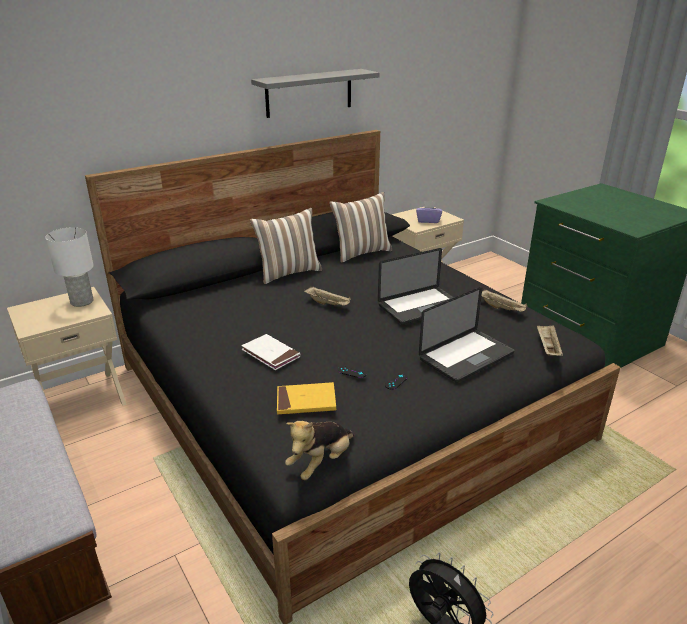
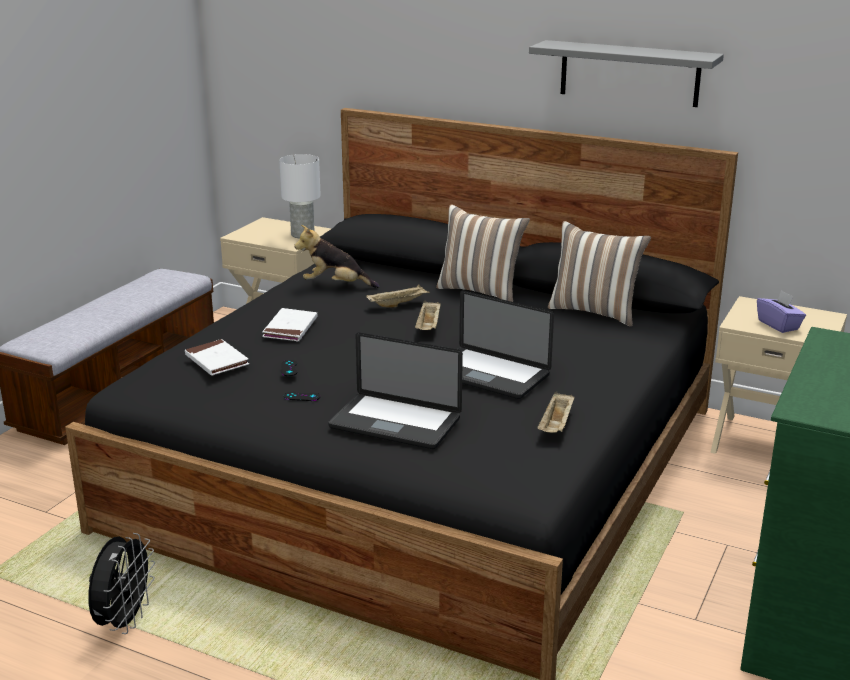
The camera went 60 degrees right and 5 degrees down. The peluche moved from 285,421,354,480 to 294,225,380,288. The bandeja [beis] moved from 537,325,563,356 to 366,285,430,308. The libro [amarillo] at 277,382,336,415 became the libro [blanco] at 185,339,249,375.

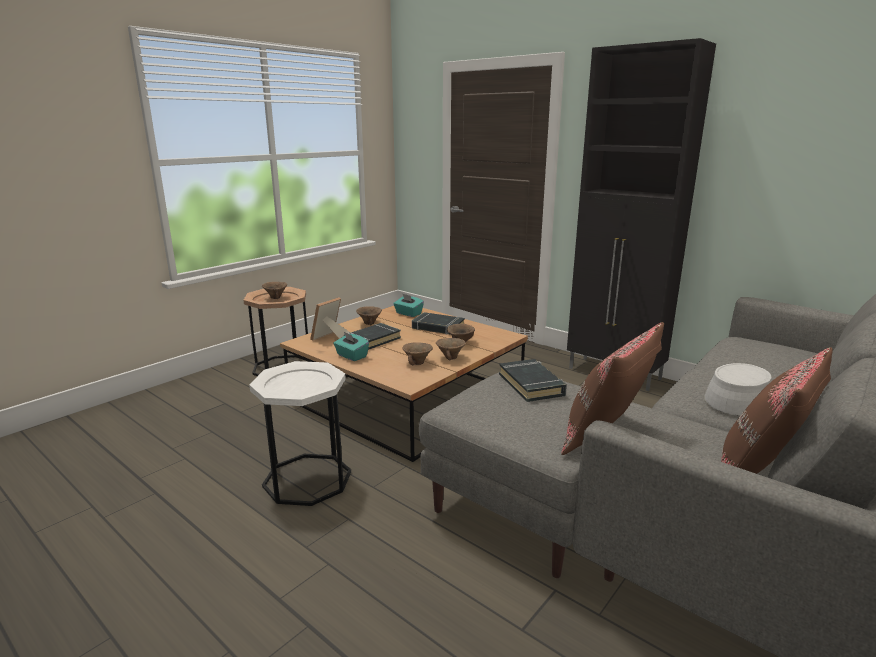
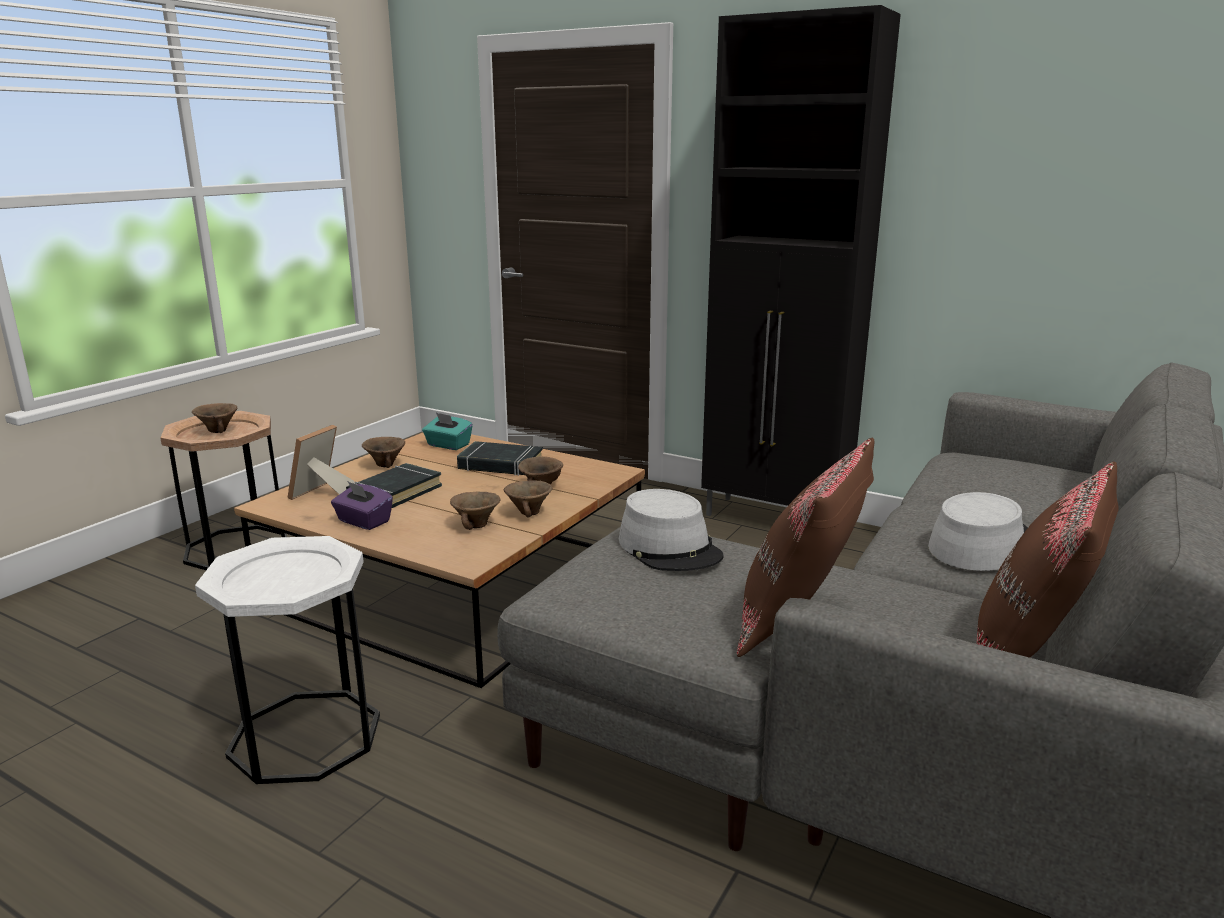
The camera went 10 degrees left and 0 degrees up. The libro [negro] at 499,359,567,402 was replaced by the sombrero [gris] at 619,489,724,571. The caja de pañuelos [turquesa] at 333,332,369,361 became the caja de pañuelos [morado] at 331,482,393,530.

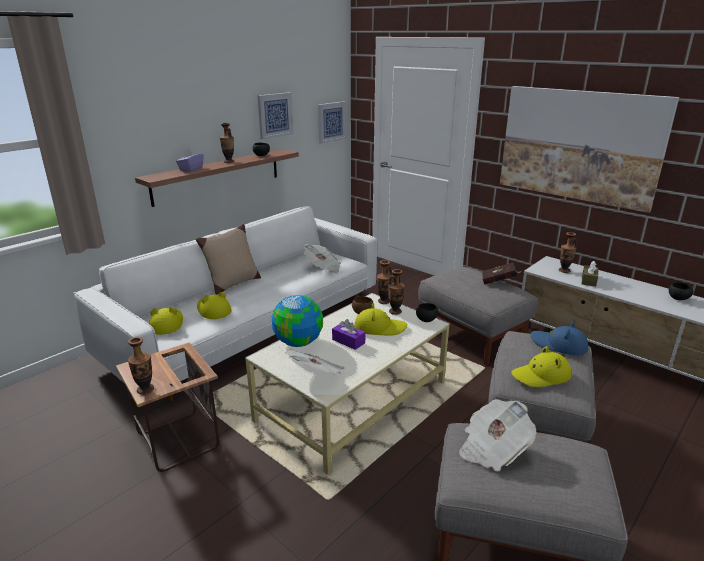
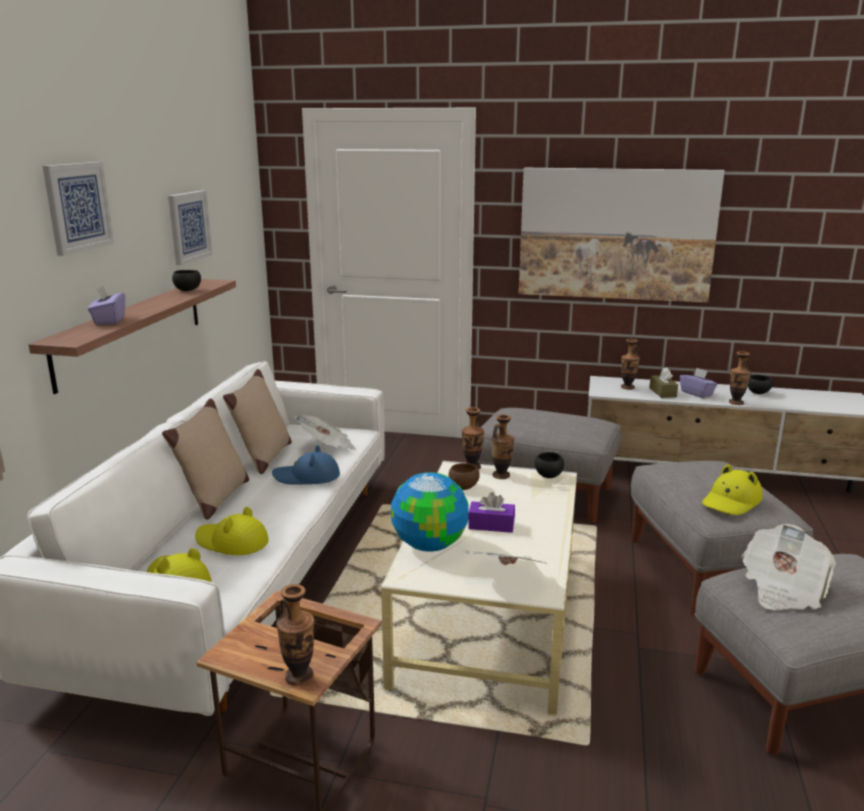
The camera went 30 degrees left and 5 degrees down. The sombrero [amarillo] at 354,303,407,336 disappeared. The libro [rojo] at 482,263,522,285 disappeared. The cojín [beis] at 223,369,292,474 appeared. The caja de pañuelos [morado] at 680,368,718,398 appeared. The florero moved from 220,123,234,163 to 729,351,751,405. The cuadro moved from 318,101,346,144 to 43,162,114,256. The sombrero [azul] moved from 531,322,588,355 to 272,445,340,484.

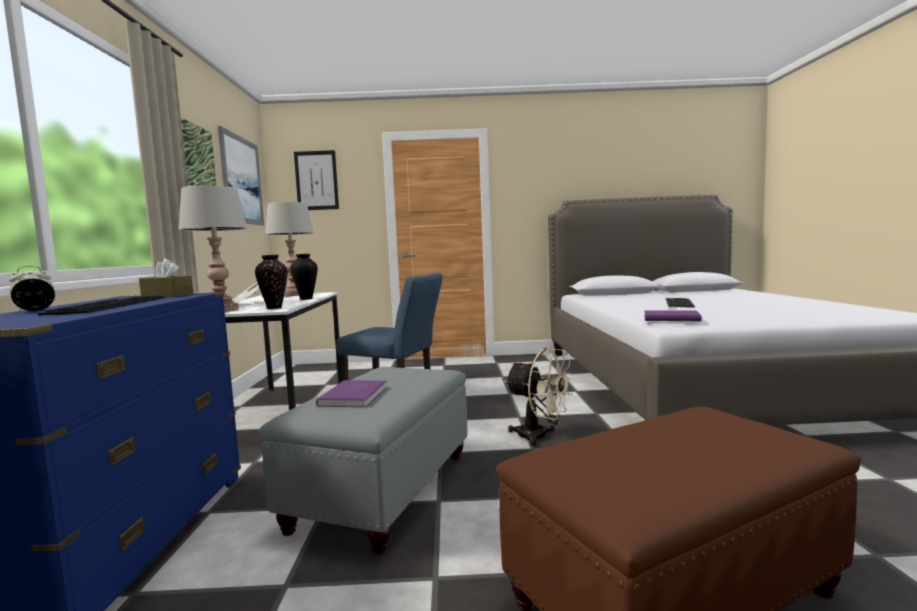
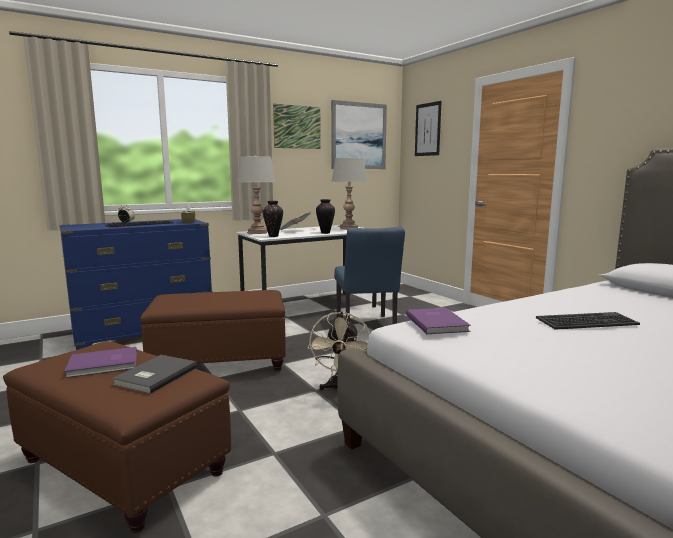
The camera went 60 degrees right and 5 degrees up. The libro [gris] at 112,355,197,394 appeared. The libro [morado] moved from 316,380,387,407 to 64,347,137,378. The puf [gris] at 258,367,467,554 became the puf [marrón] at 140,290,286,371.

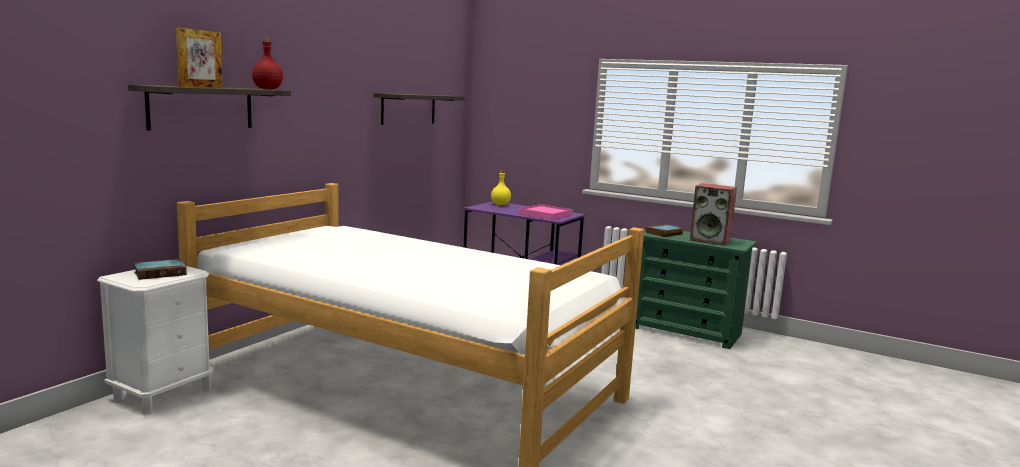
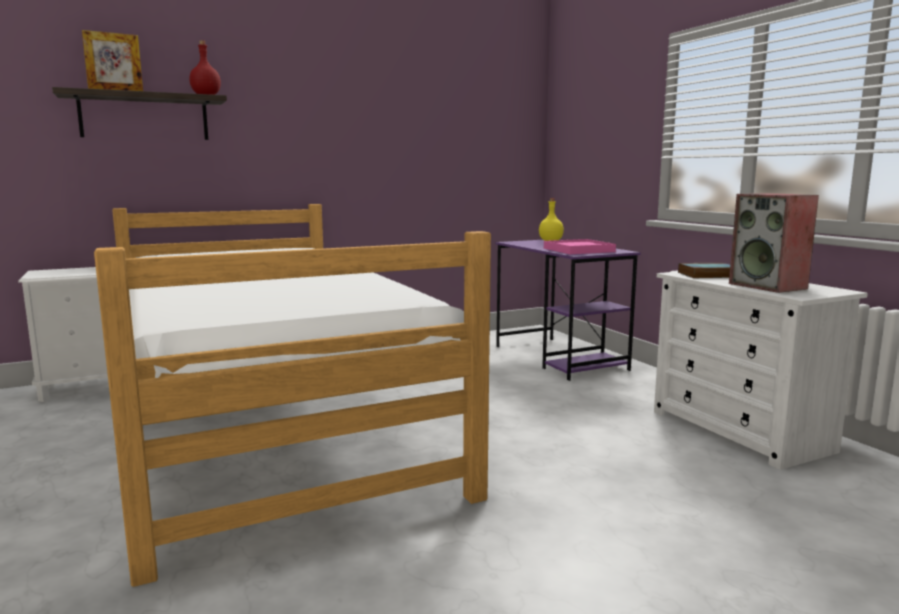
The camera went 35 degrees right and 0 degrees up. The libro at 134,259,187,280 disappeared. The estante at 374,93,465,125 disappeared. The cómoda [verde] at 635,230,757,349 became the cómoda [blanco] at 654,271,868,470.

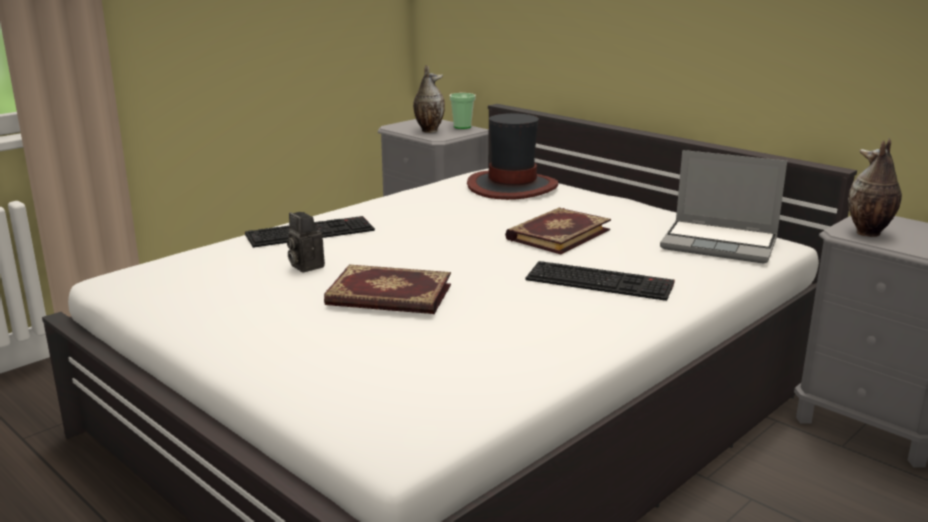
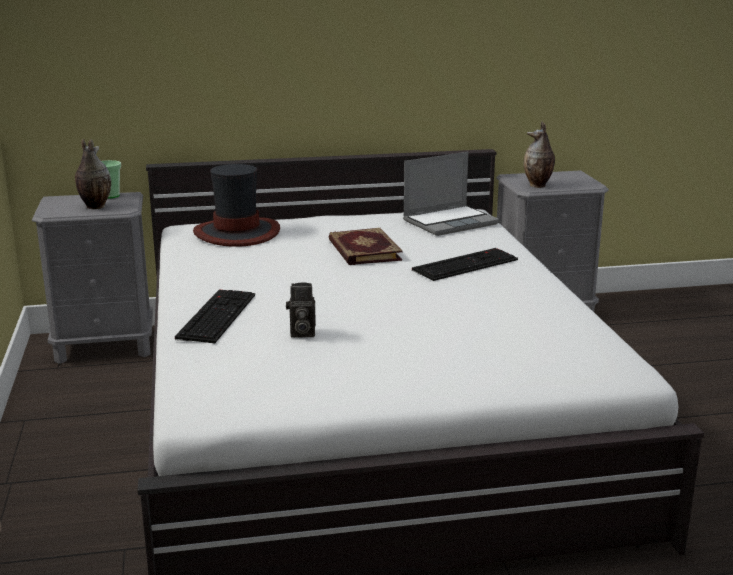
The camera went 55 degrees left and 0 degrees up. The libro at 324,264,451,314 disappeared.

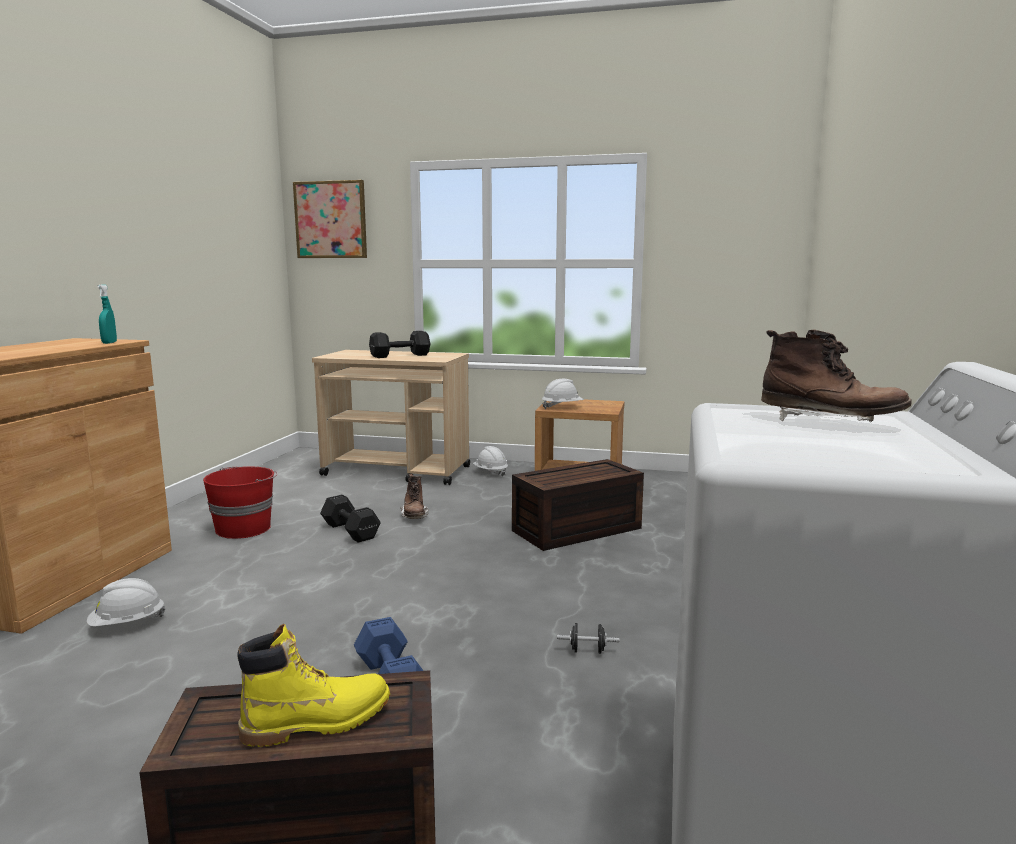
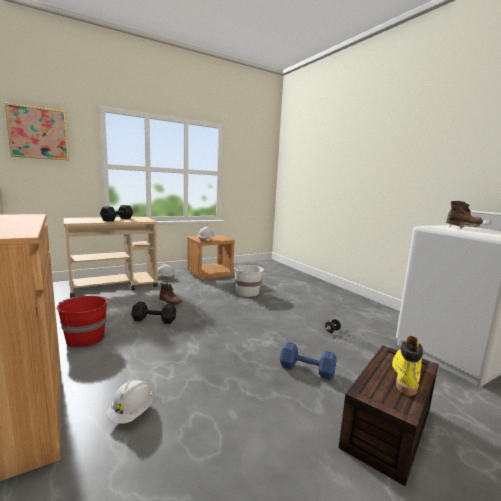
The camera went 45 degrees left and 0 degrees up. The pulverizador [turquesa] at 97,284,117,344 disappeared. The caja de almacenaje [marrón] at 512,459,644,551 was replaced by the cubo [blanco] at 232,264,264,297.

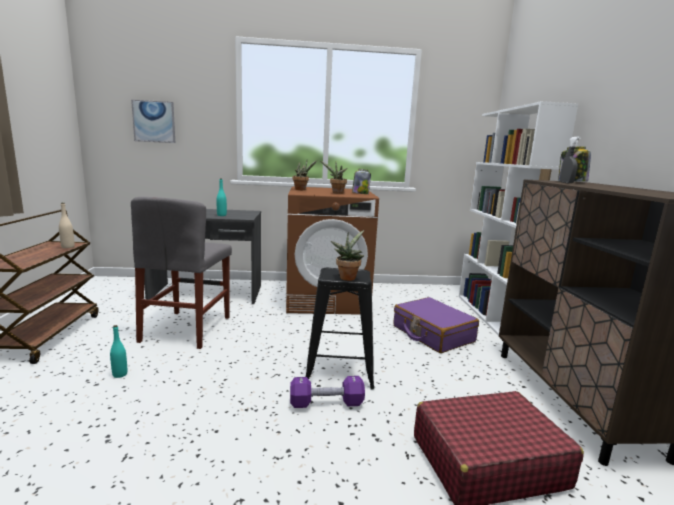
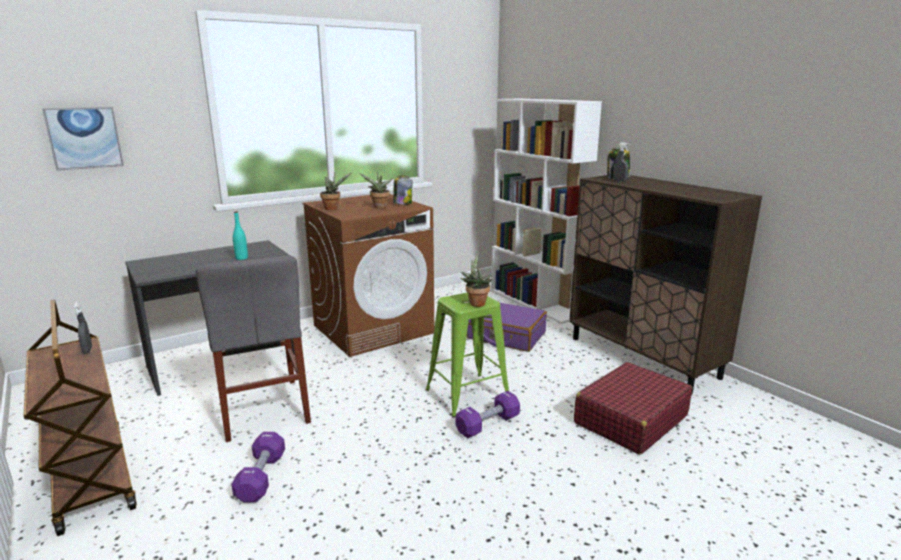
The camera went 30 degrees left and 5 degrees up. The botella [beis] at 59,203,75,248 was replaced by the pulverizador [gris] at 74,301,92,354. The botella [turquesa] at 110,325,127,378 was replaced by the mancuerna [morado] at 231,432,285,502. The taburete [negro] at 306,268,374,390 became the taburete [verde] at 426,292,509,417.

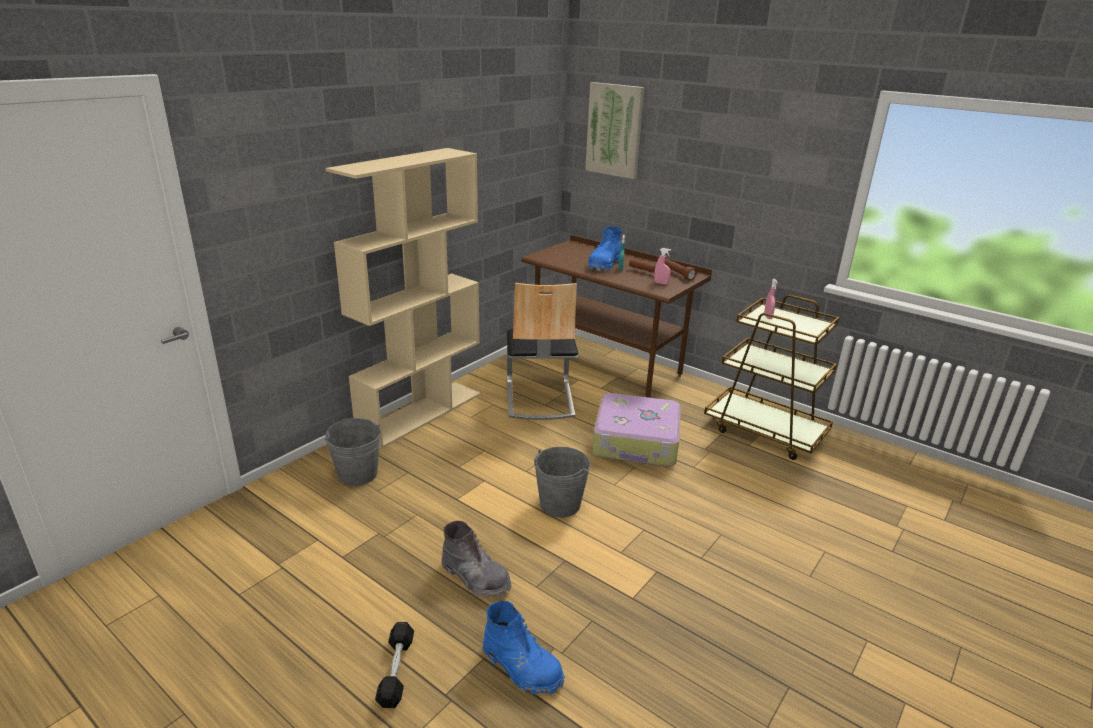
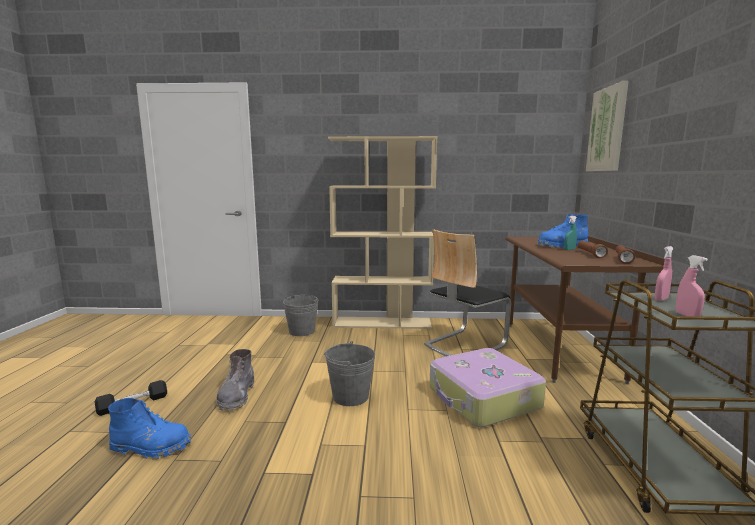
The camera went 55 degrees right and 15 degrees down. The pulverizador [rosa] moved from 654,248,671,285 to 676,255,708,316. The bota [azul] at 483,601,565,695 turned 90 degrees counterclockwise.

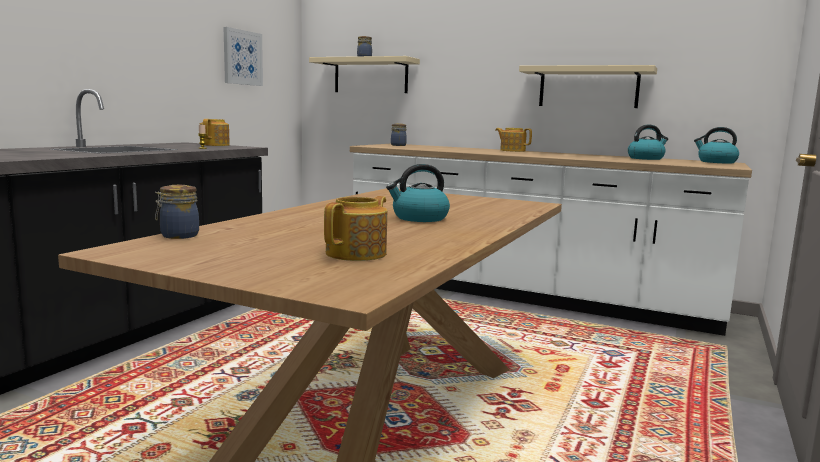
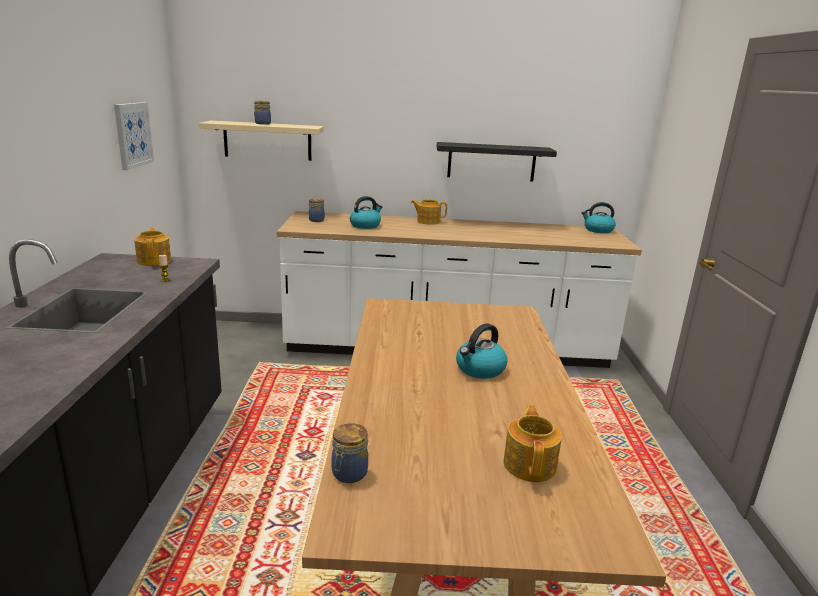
The camera went 25 degrees left and 10 degrees up. The hervidor moved from 628,125,668,160 to 350,196,382,229. The estante [beis] at 519,65,657,108 became the estante [negro] at 437,142,557,181.

